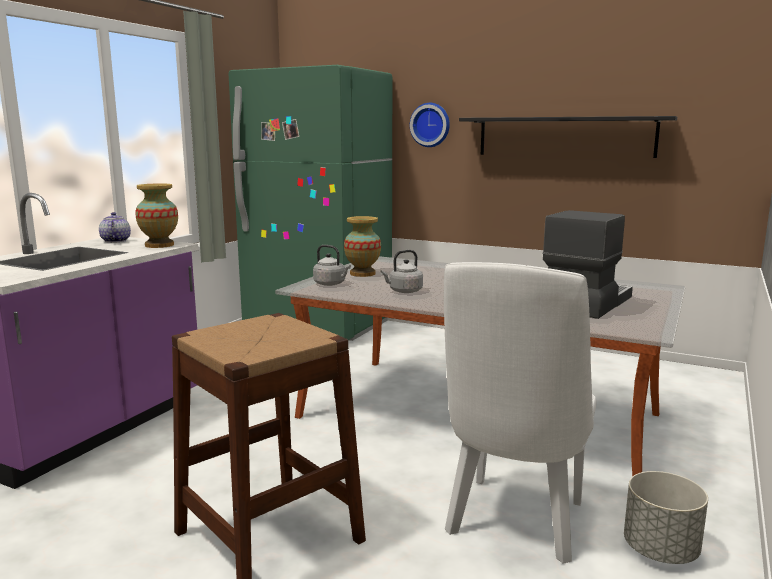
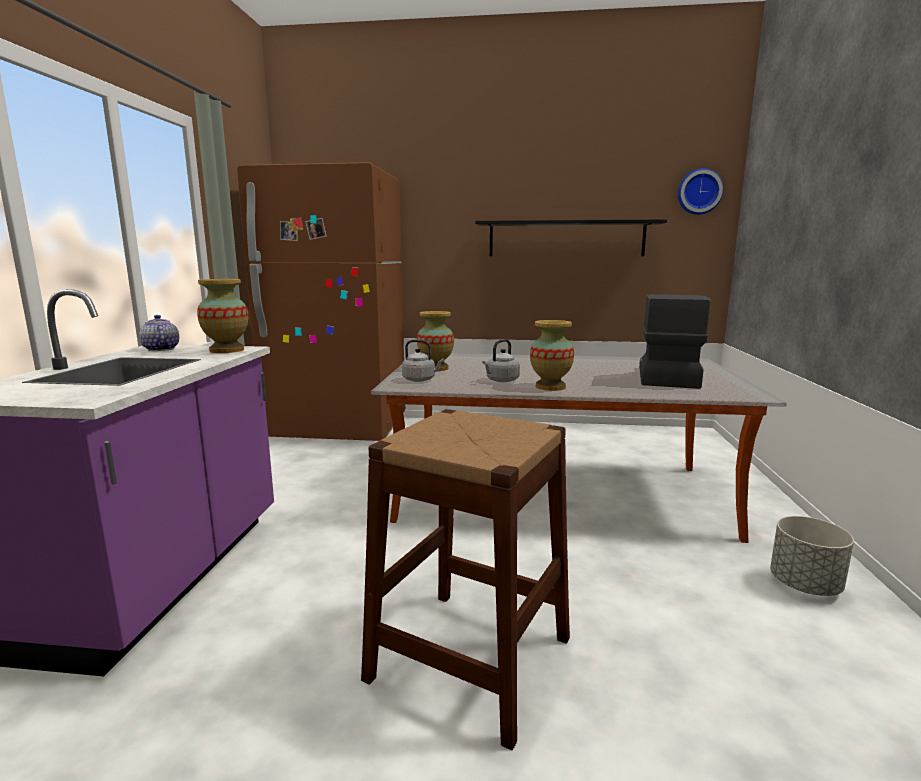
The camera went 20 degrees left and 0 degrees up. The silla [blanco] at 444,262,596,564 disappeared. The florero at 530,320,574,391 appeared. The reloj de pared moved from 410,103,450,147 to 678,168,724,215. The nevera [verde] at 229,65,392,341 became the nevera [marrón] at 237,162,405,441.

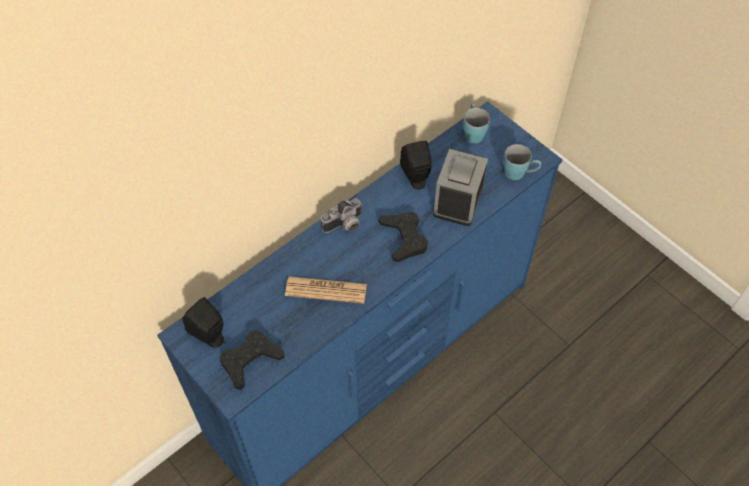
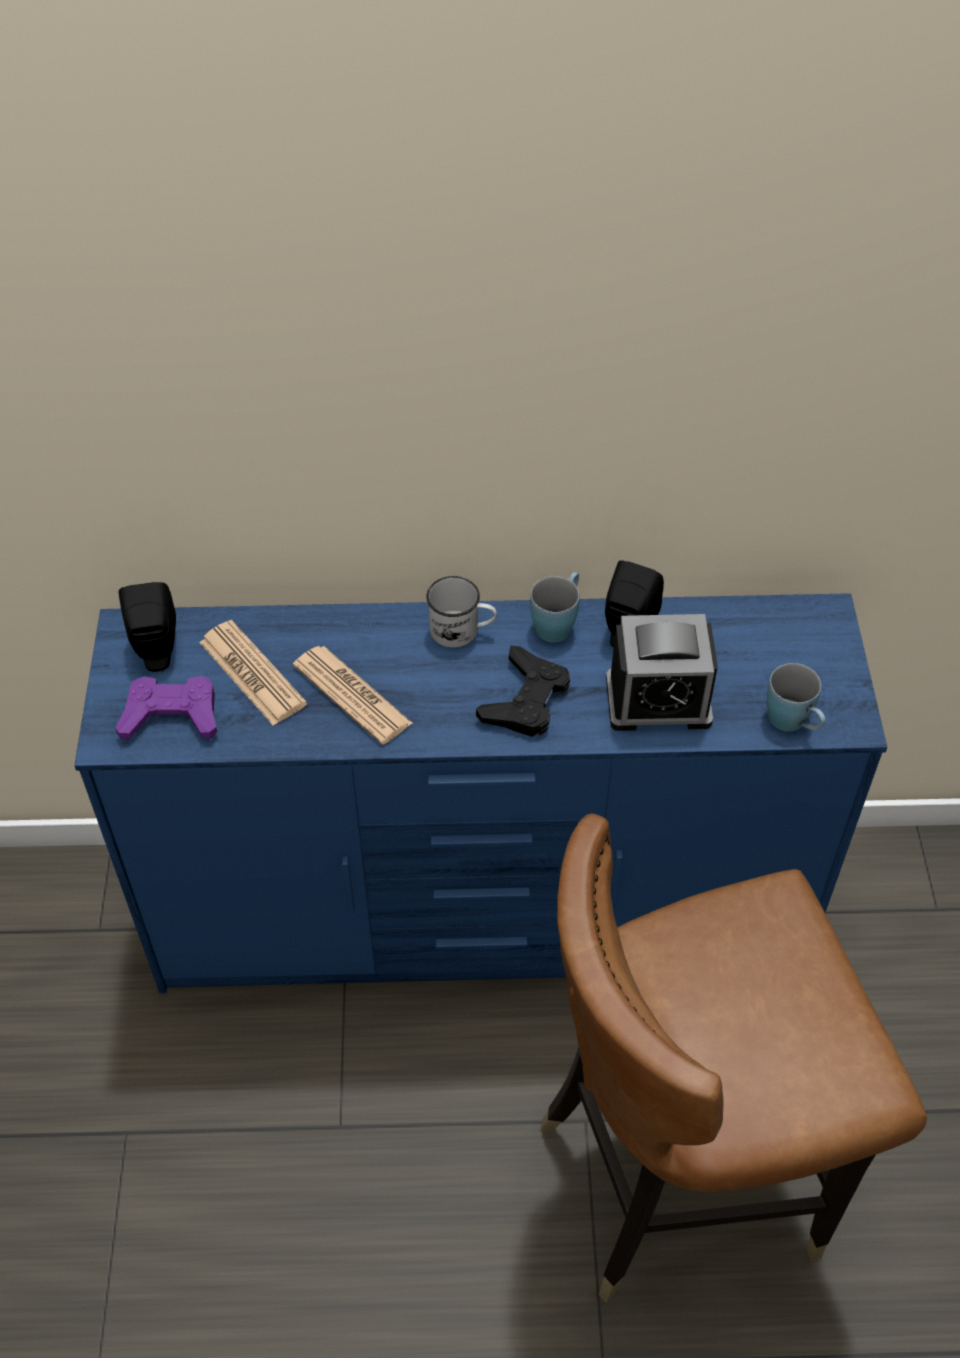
The camera went 40 degrees right and 5 degrees down. The periódico at 199,620,307,726 appeared. The silla [marrón] at 541,814,927,1303 appeared. The taza grande [azul] moved from 463,103,490,143 to 530,572,579,642. The cámara at 321,198,363,233 was replaced by the taza grande [blanco] at 426,576,497,648. The mando de consola [negro] at 219,330,284,390 became the mando de consola [morado] at 115,676,217,740. The despertador at 433,149,488,226 turned 150 degrees counterclockwise.

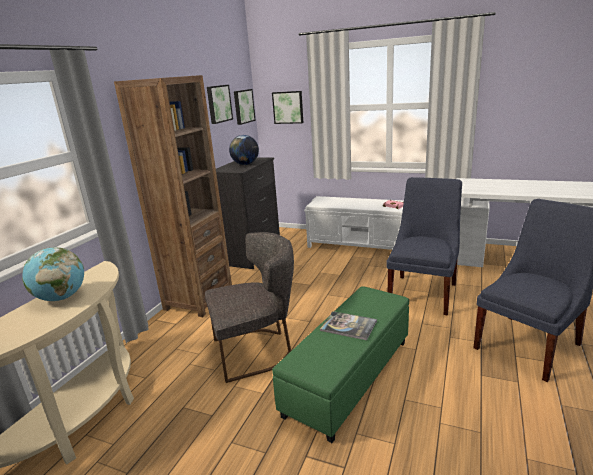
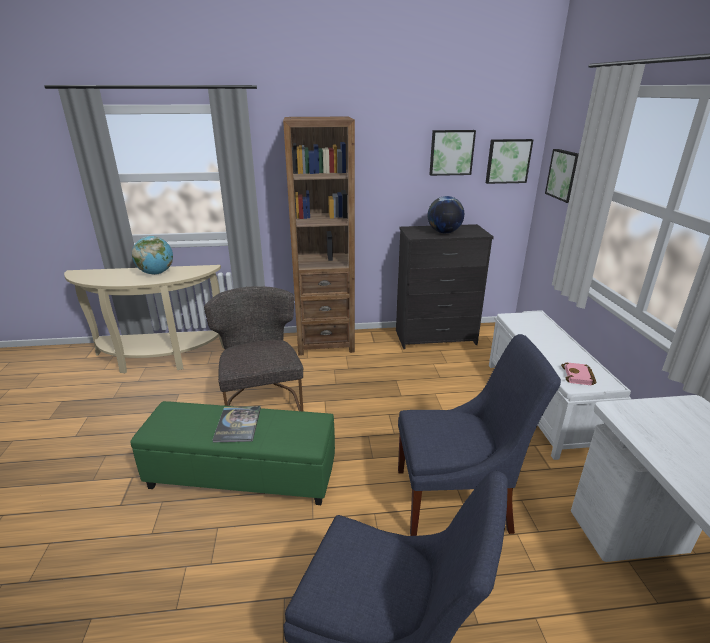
The camera went 60 degrees right and 5 degrees up. The silla [gris] at 205,232,294,383 turned 150 degrees counterclockwise.

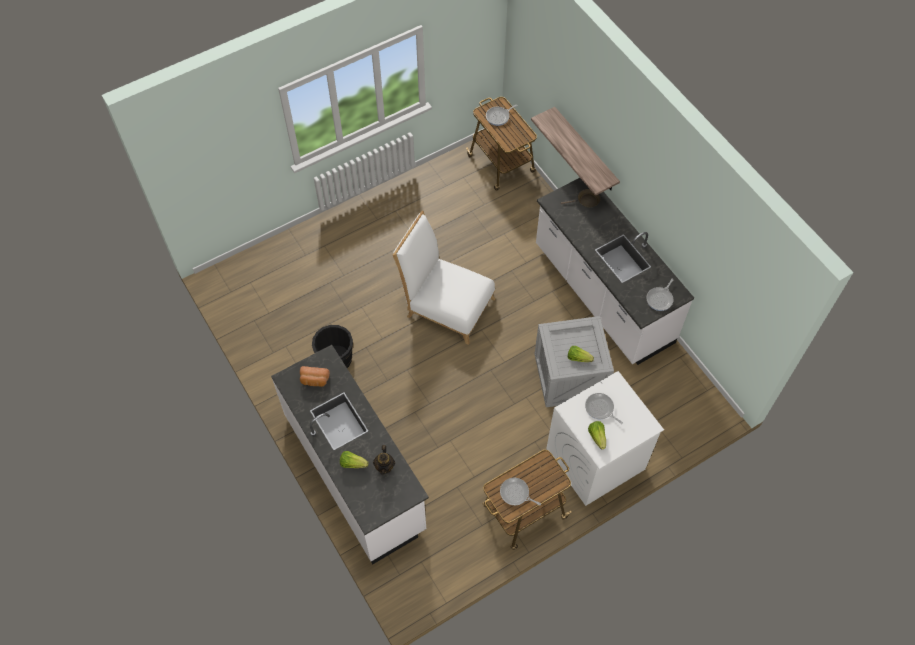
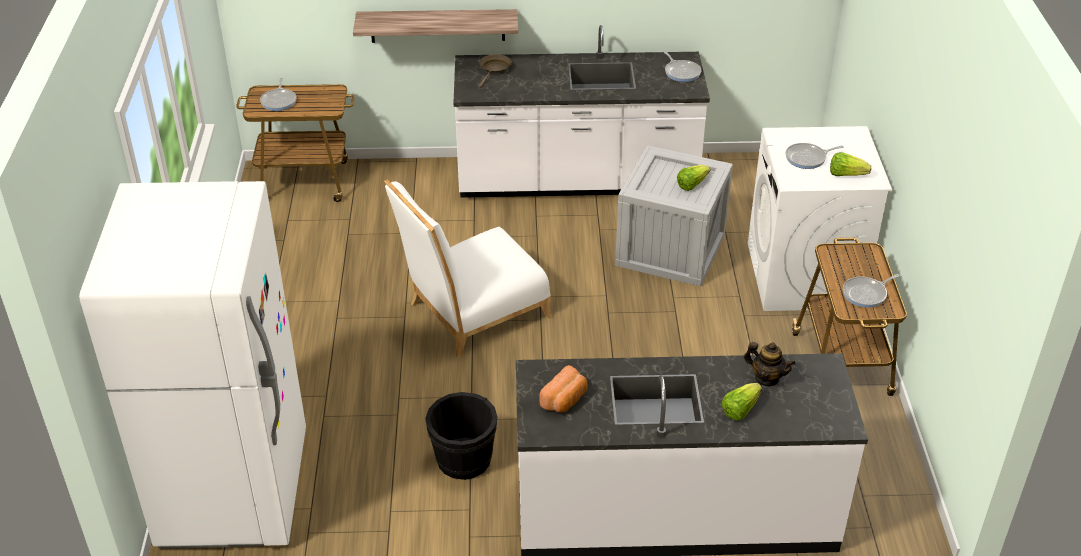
The camera went 60 degrees left and 20 degrees down. The nevera [blanco] at 79,181,306,549 appeared.

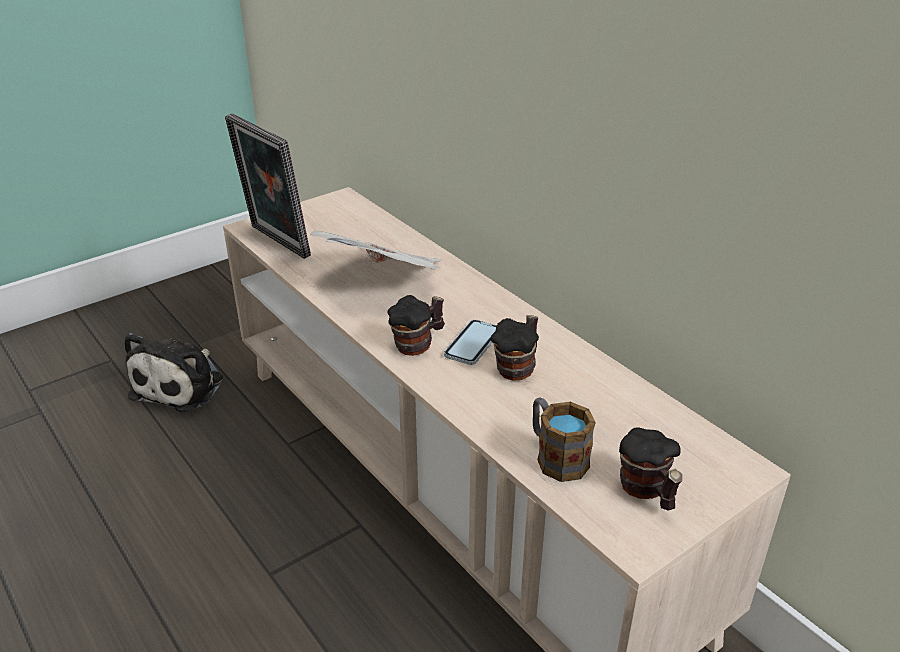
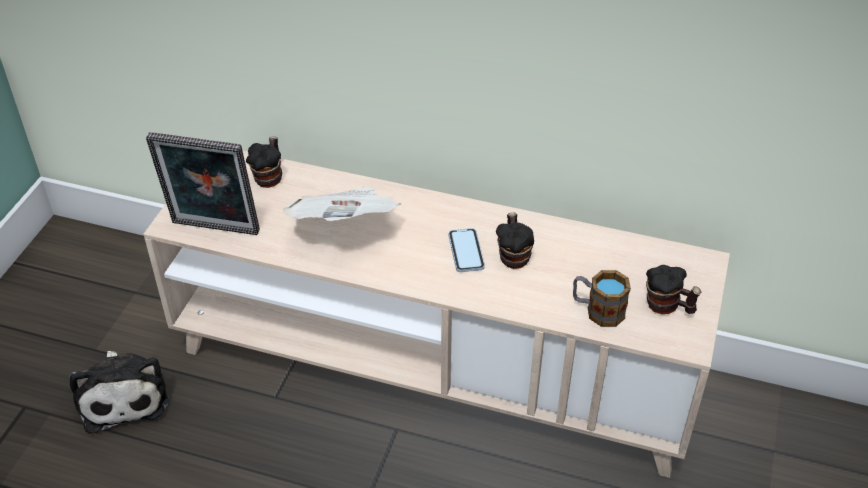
The camera went 35 degrees left and 10 degrees up. The taza grande moved from 387,295,445,356 to 246,137,282,188.

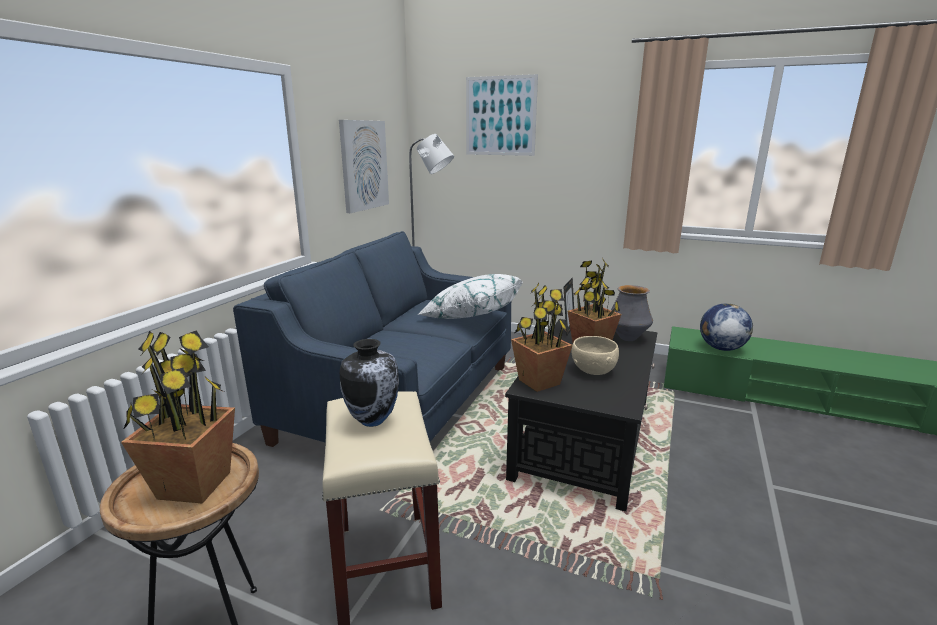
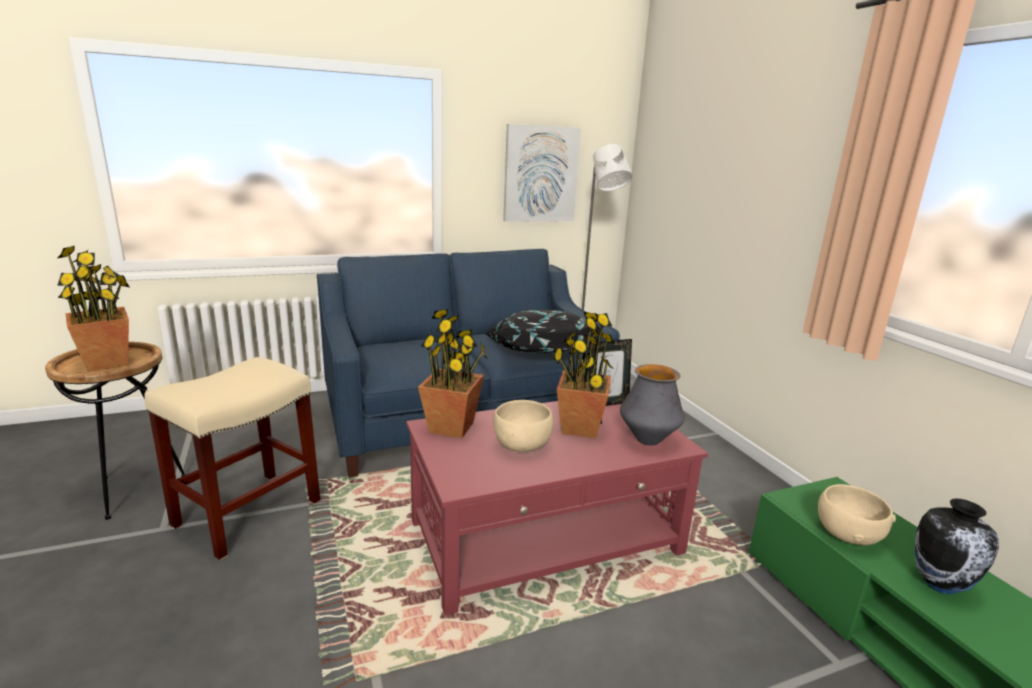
The camera went 45 degrees right and 0 degrees up. The cuadro at 466,74,538,156 disappeared. The florero moved from 340,339,399,427 to 915,499,999,594. The globo terráqueo at 700,303,754,351 was replaced by the cuenco [beis] at 818,484,896,545. The cojín [blanco] at 419,274,523,319 became the cojín [negro] at 484,310,600,353. The mesa de centro [negro] at 505,319,657,512 became the mesa de centro [rojo] at 406,401,708,615.

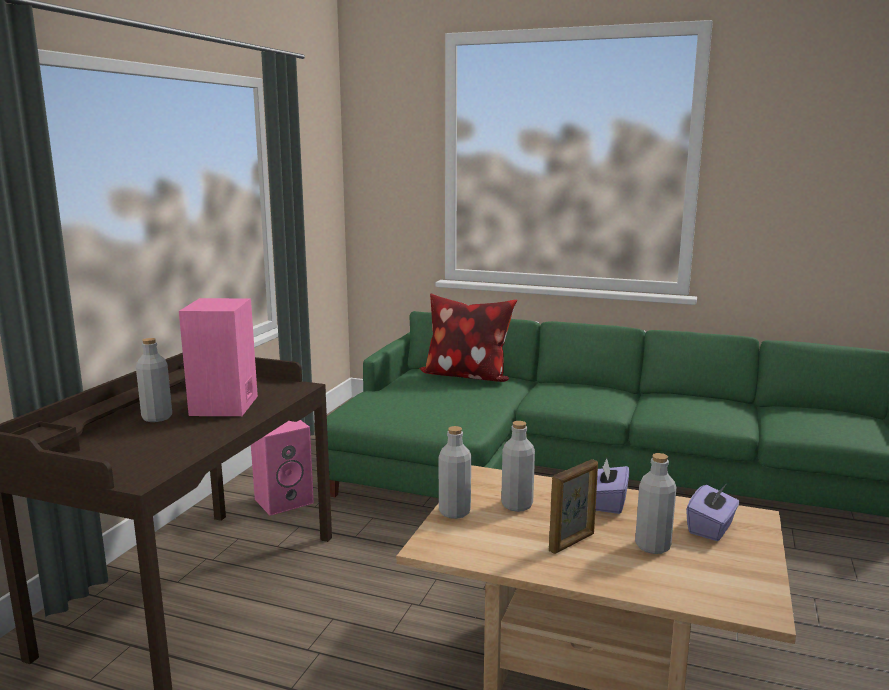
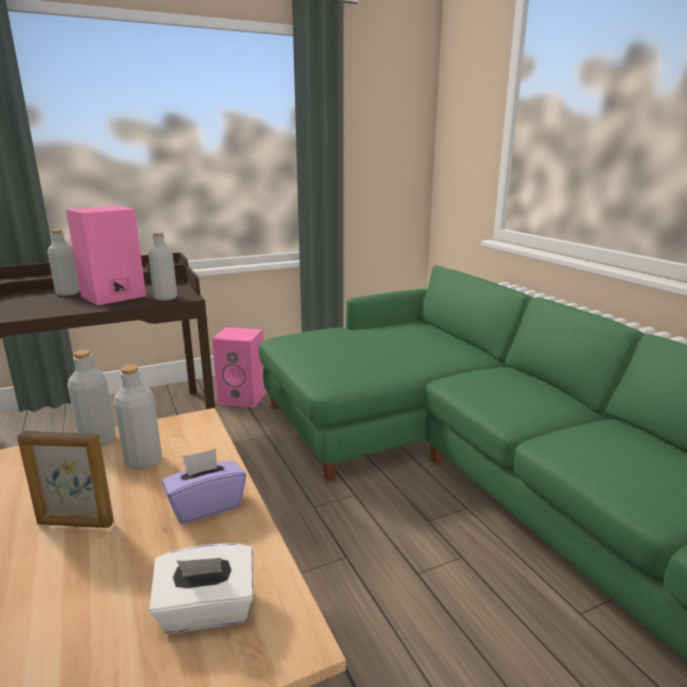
The camera went 45 degrees right and 5 degrees up. The cojín at 419,294,517,382 disappeared. The botella [gris] moved from 635,453,676,554 to 148,232,177,301. The caja de pañuelos [morado] at 686,485,740,541 became the caja de pañuelos [blanco] at 149,543,253,633.

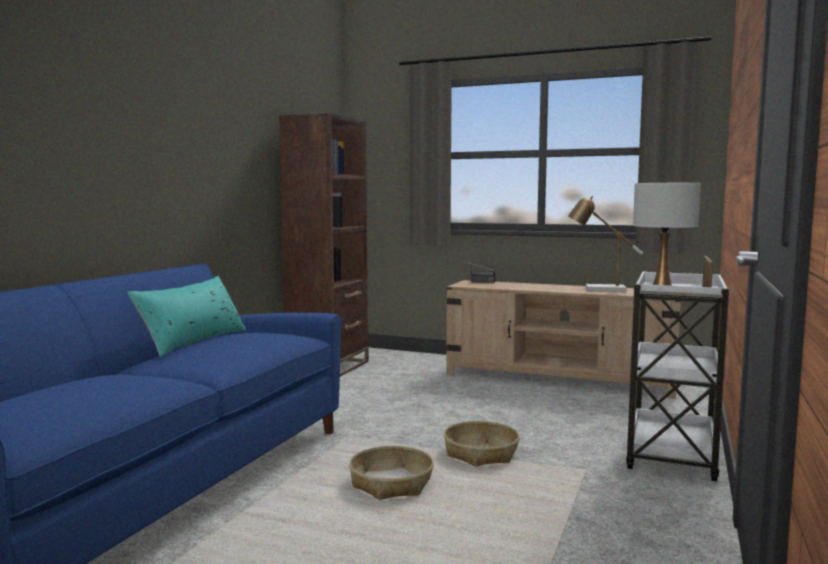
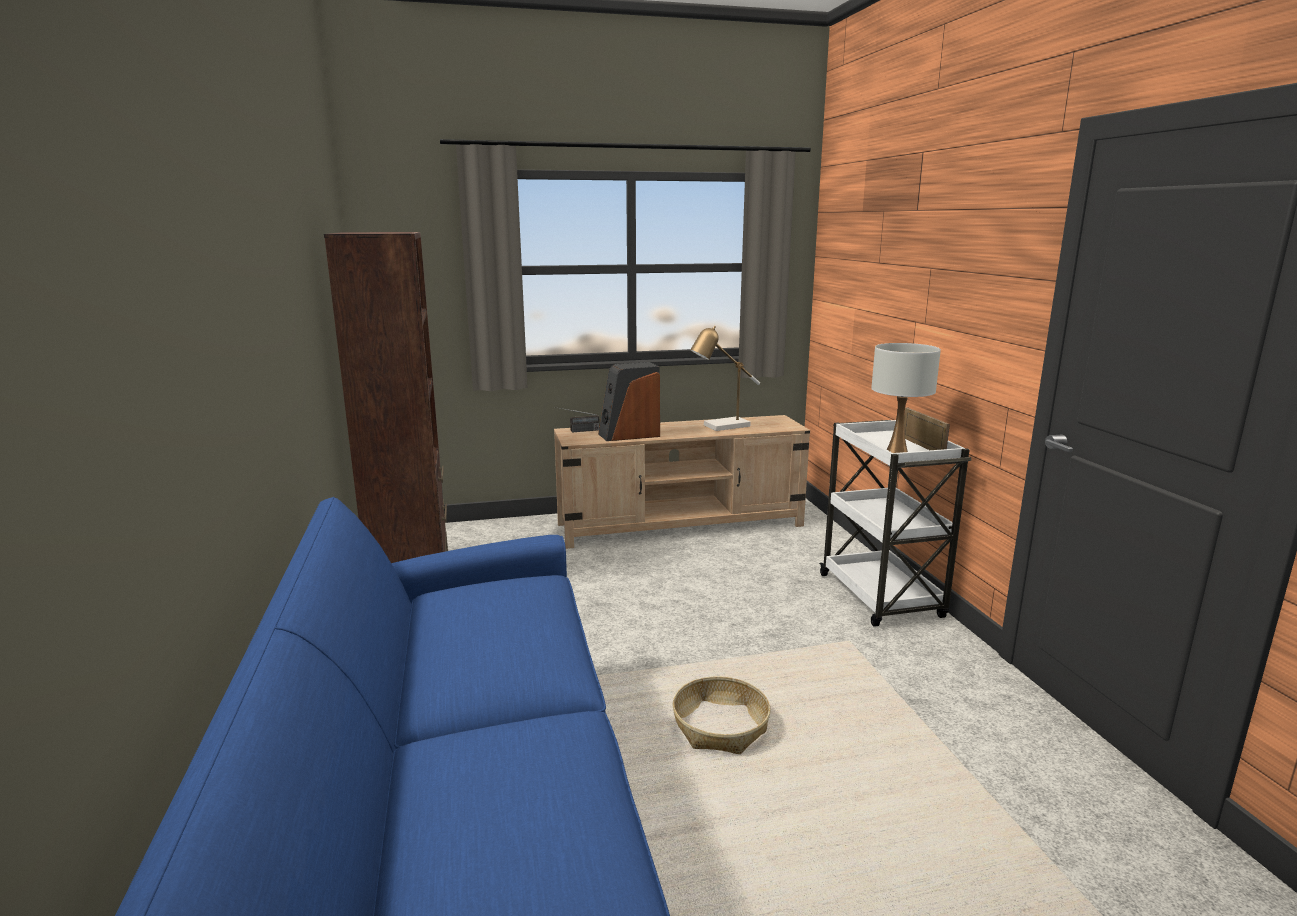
The camera went 35 degrees left and 10 degrees up. The cojín [turquesa] at 128,276,246,357 disappeared. The cesta at 444,421,520,466 disappeared. The altavoz at 598,362,660,441 appeared.

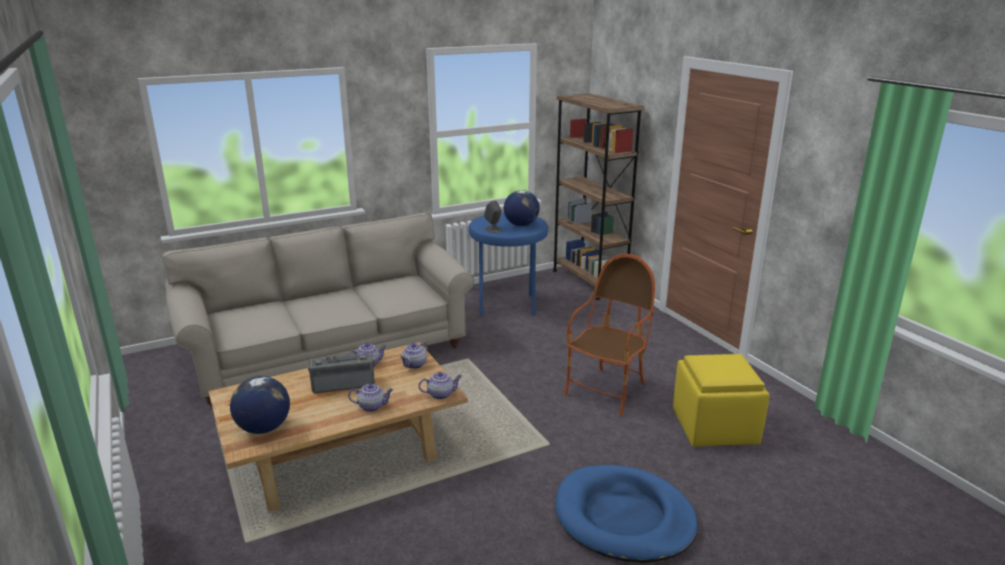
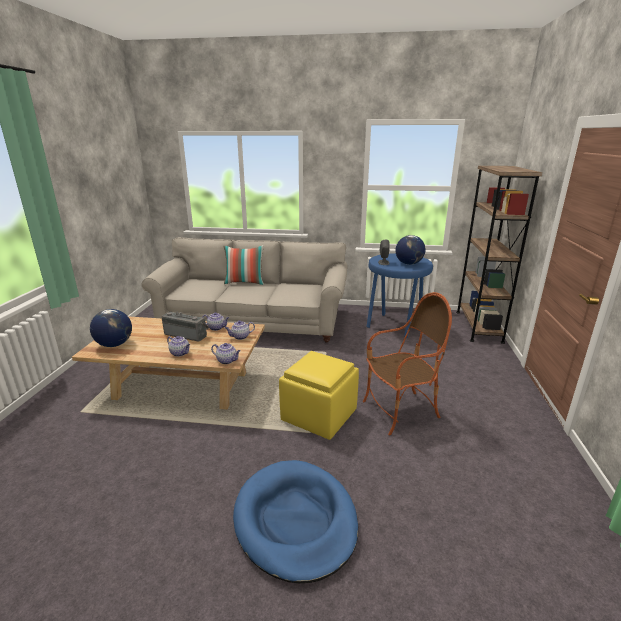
The camera went 35 degrees right and 0 degrees up. The cojín at 223,245,264,285 appeared. The puf [amarillo] moved from 673,354,769,447 to 279,351,359,440.

